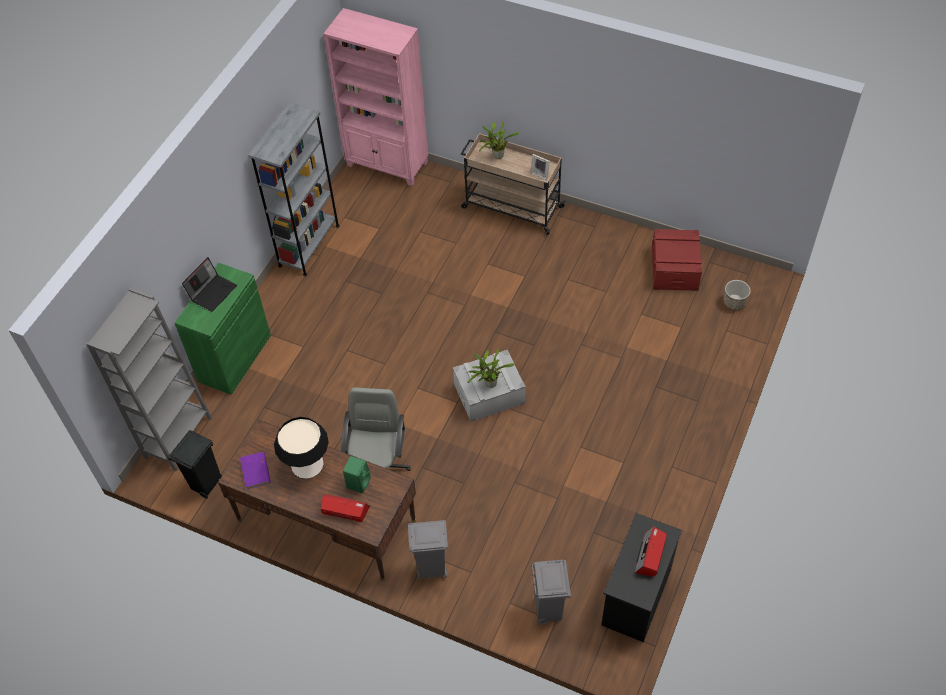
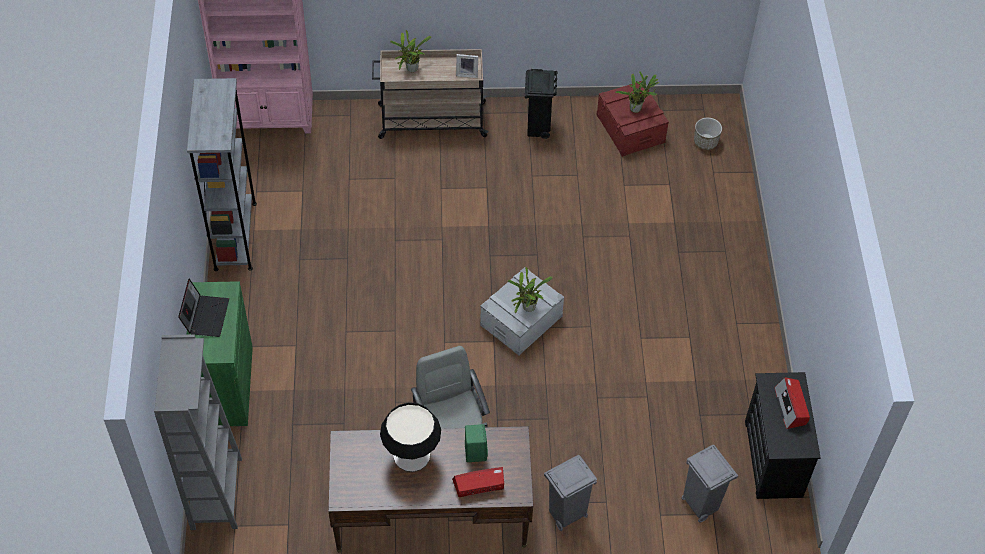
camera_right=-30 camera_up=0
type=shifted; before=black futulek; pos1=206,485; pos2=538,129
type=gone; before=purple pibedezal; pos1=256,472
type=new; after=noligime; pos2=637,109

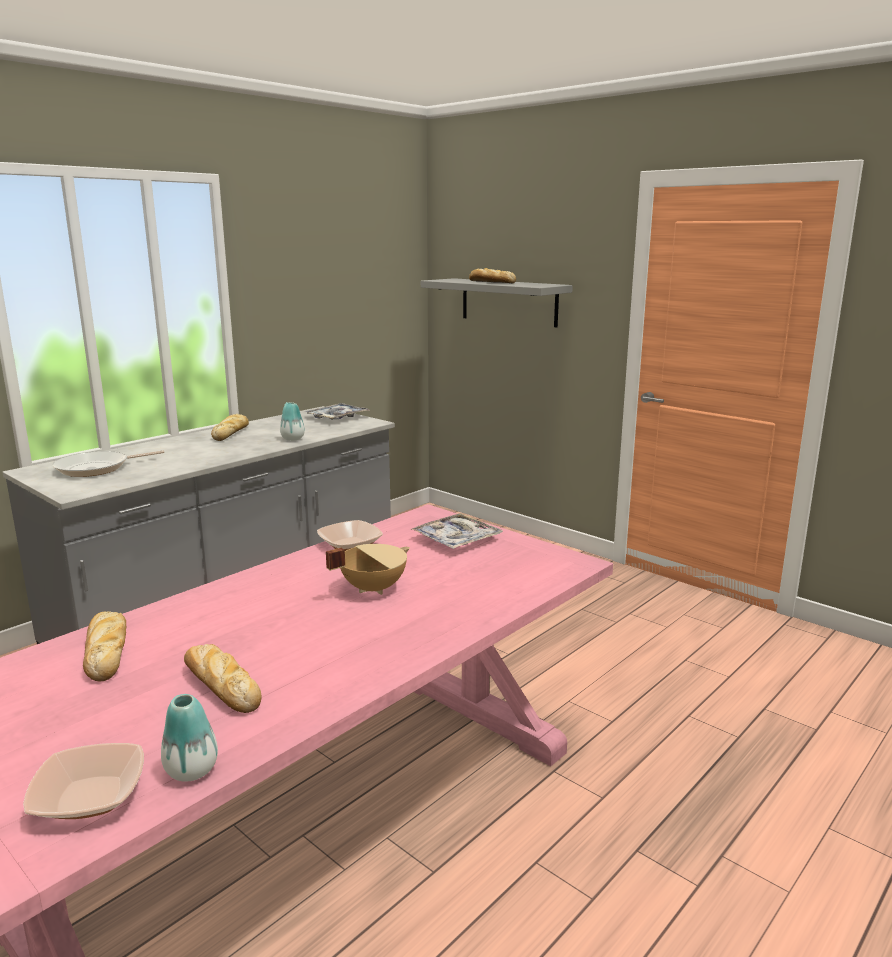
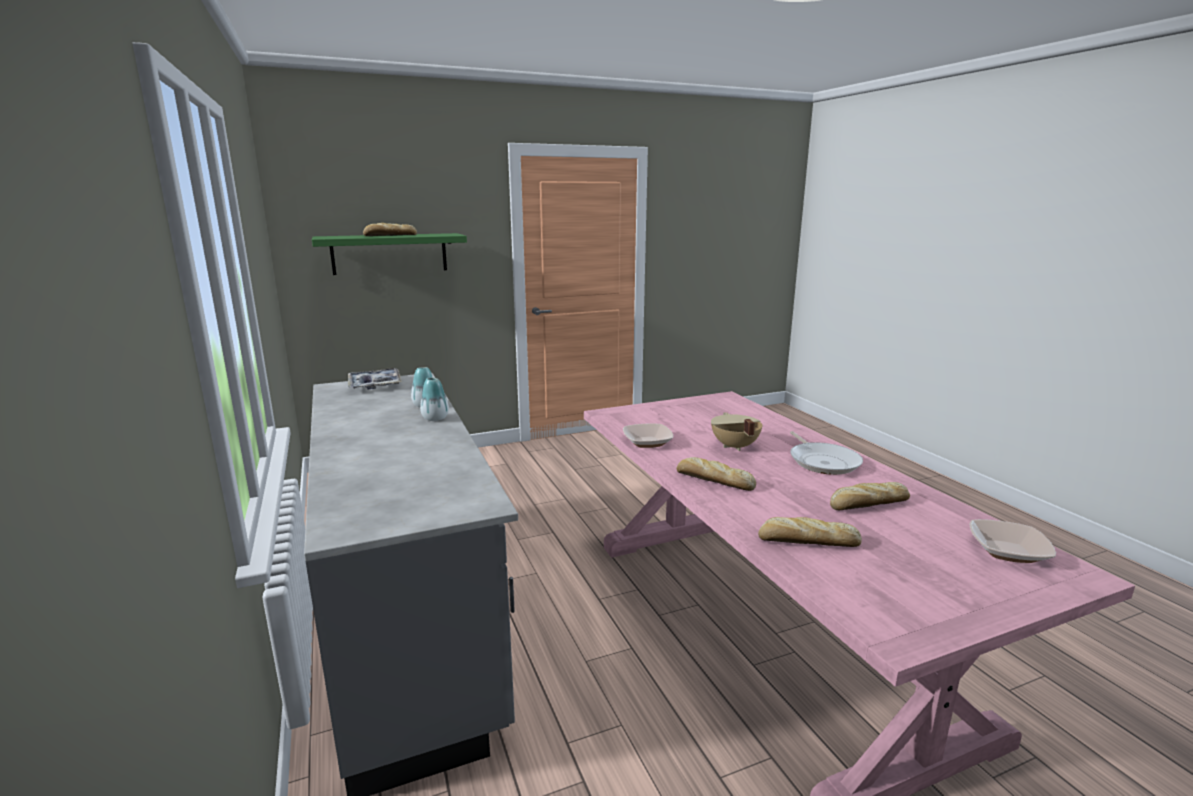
camera_right=-65 camera_up=0
type=repainted; before=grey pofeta; after=green pofeta; pos1=508,302; pos2=389,253
type=shifted; before=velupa; pos1=231,433; pos2=713,480
type=shifted; before=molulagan; pos1=97,468; pos2=822,461
type=gone; before=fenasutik; pos1=456,539
type=shifted; before=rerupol; pos1=191,770; pos2=435,418

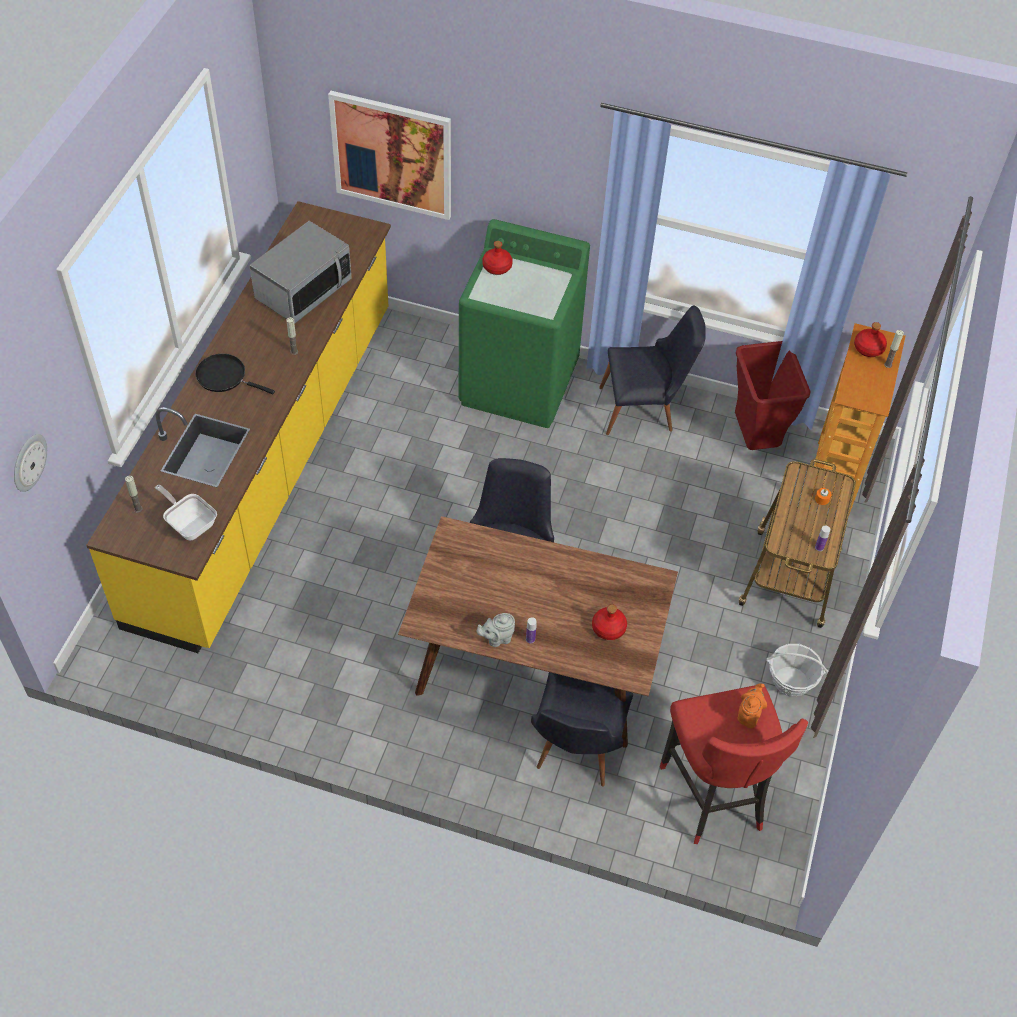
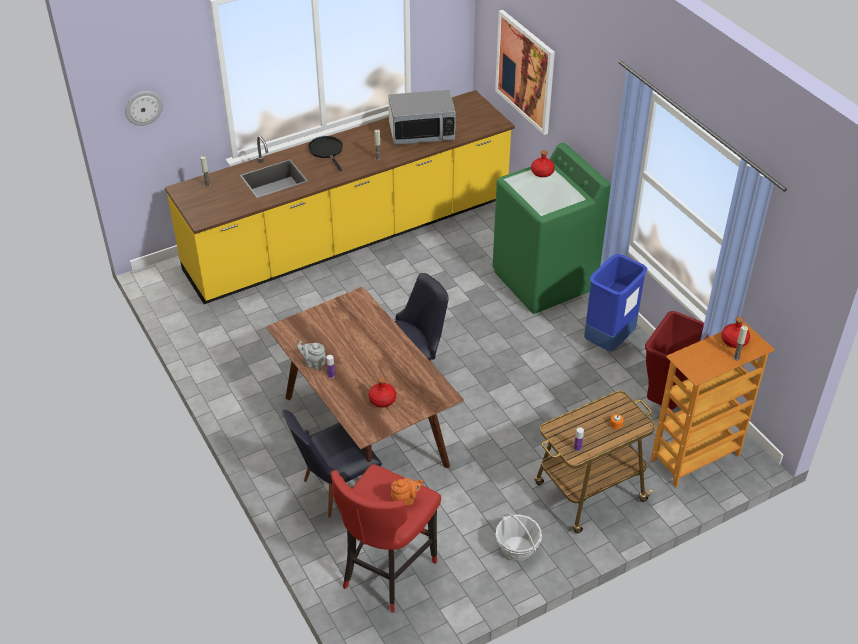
camera_right=45 camera_up=-10
type=swapped; before=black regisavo; after=blue futulek; pos1=644,410; pos2=609,340
type=gone; before=molulagan; pos1=190,524

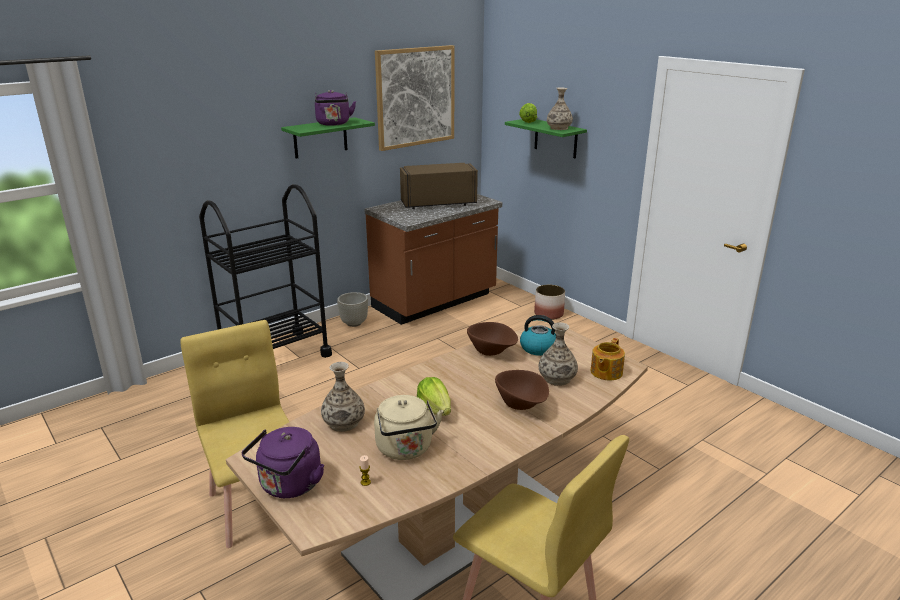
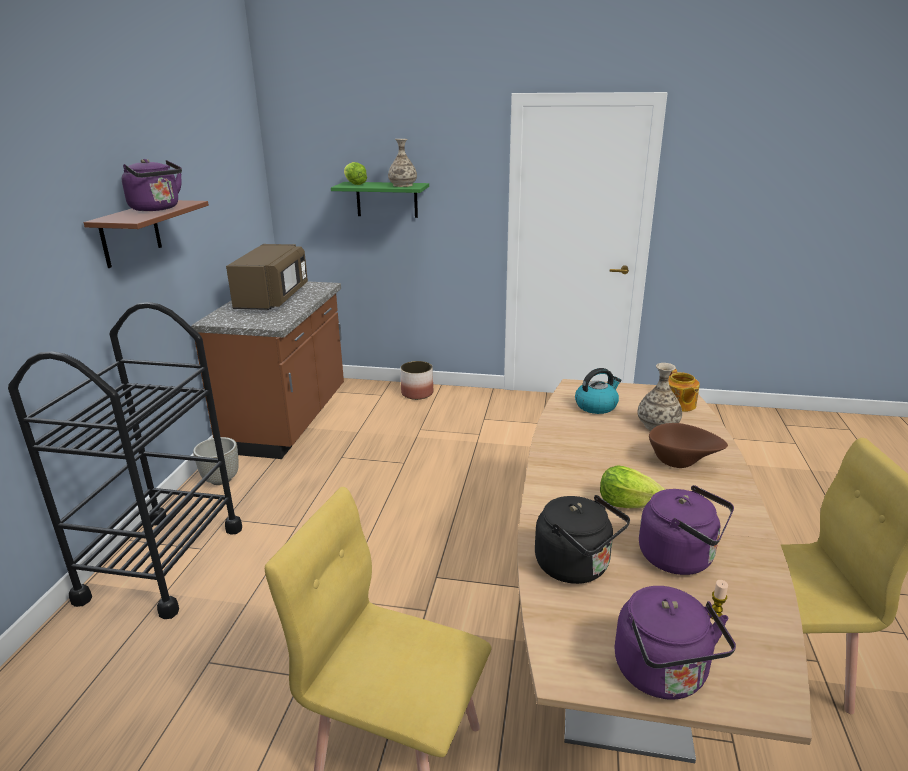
camera_right=-40 camera_up=0
type=gone; before=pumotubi; pos1=415,97
type=repainted; before=green pofeta; after=brown pofeta; pos1=320,138; pos2=130,233
type=rotated; before=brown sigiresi; pos1=438,203; pos2=273,299; turn=150
type=gone; before=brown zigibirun; pos1=492,352
type=swapped; before=rerupol; after=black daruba; pos1=343,423; pos2=576,567
type=repainted; before=beige daruba; after=purple daruba; pos1=406,449; pos2=680,558

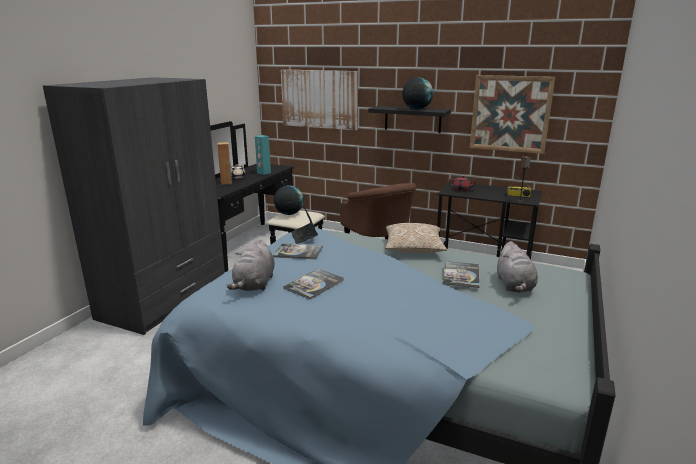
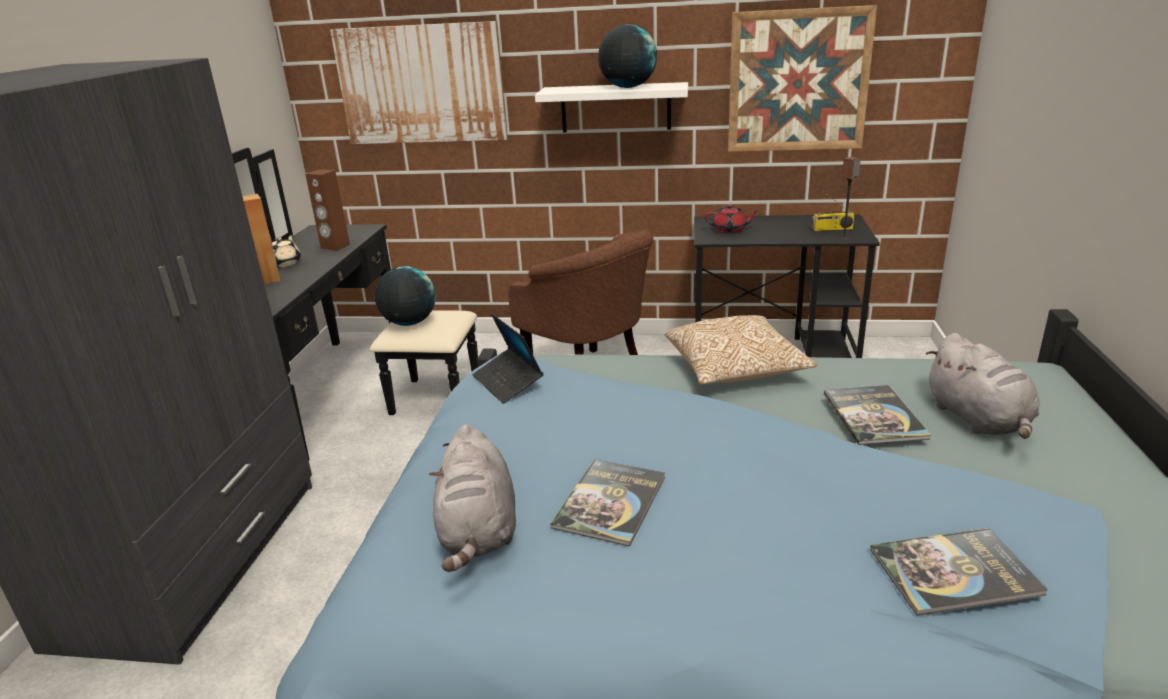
camera_right=-15 camera_up=5
type=repainted; before=black pofeta; after=white pofeta; pos1=412,119; pos2=615,107
type=repainted; before=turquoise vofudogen; after=brown vofudogen; pos1=263,173; pos2=335,246
type=shifted; before=pibedezal; pos1=298,252; pos2=954,572

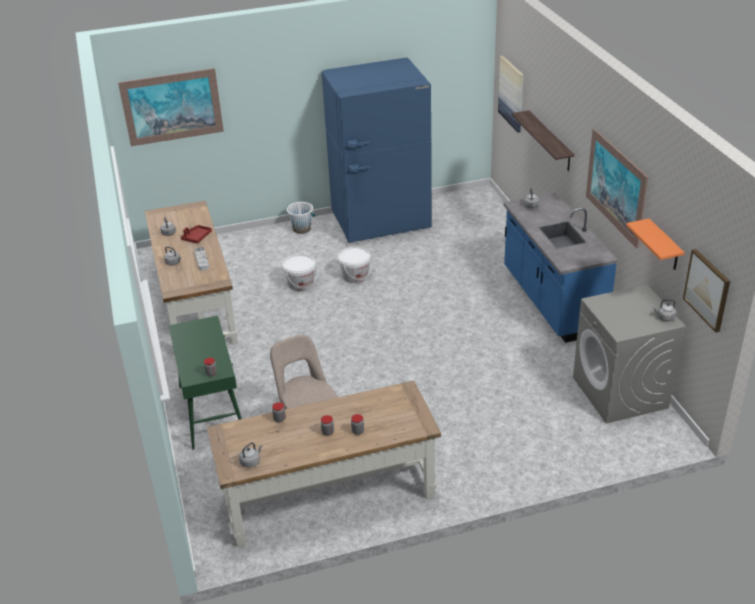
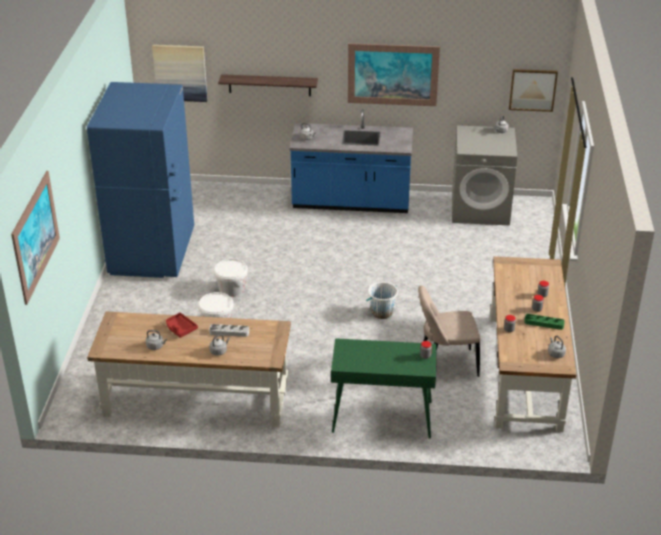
camera_right=-70 camera_up=0
type=shifted; before=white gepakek; pos1=302,229; pos2=382,312
type=gone; before=orange pofeta; pos1=664,246
type=new; after=green fenasutik; pos2=544,323

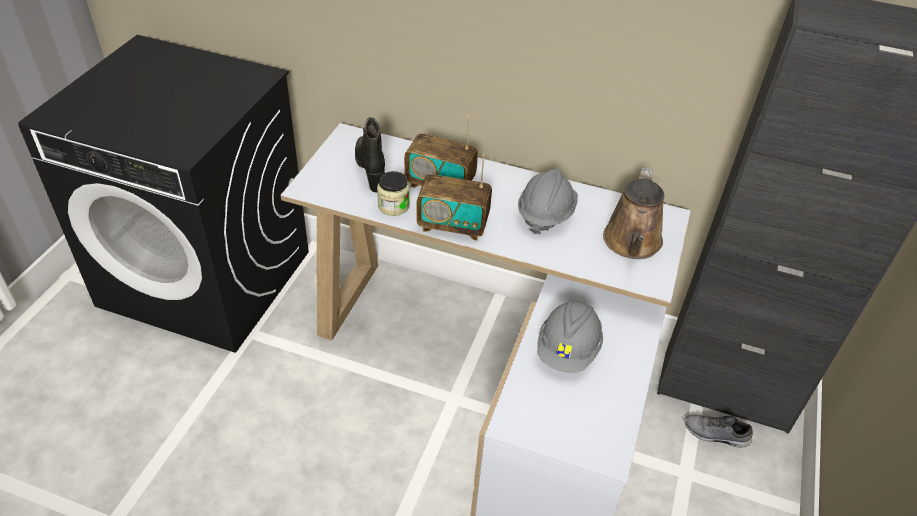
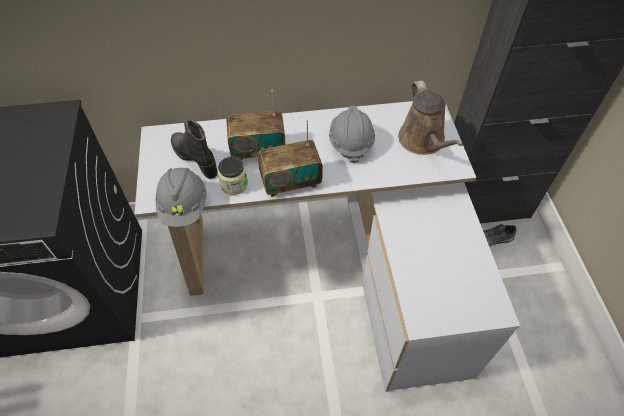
camera_right=-25 camera_up=10
type=shifted; before=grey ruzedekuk; pos1=568,350; pos2=184,206

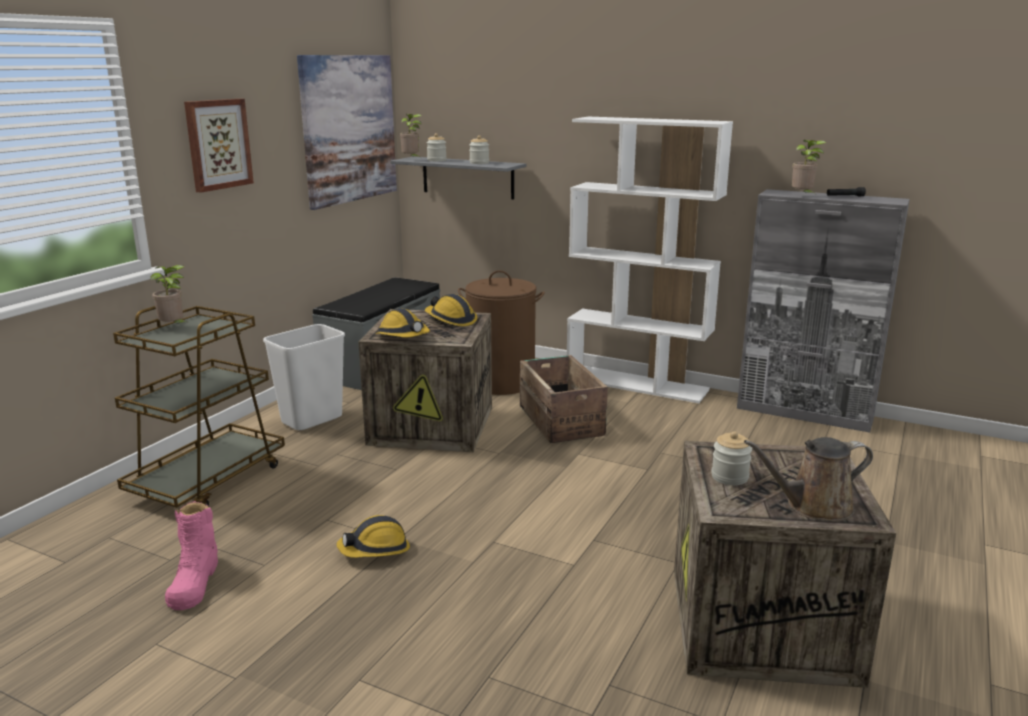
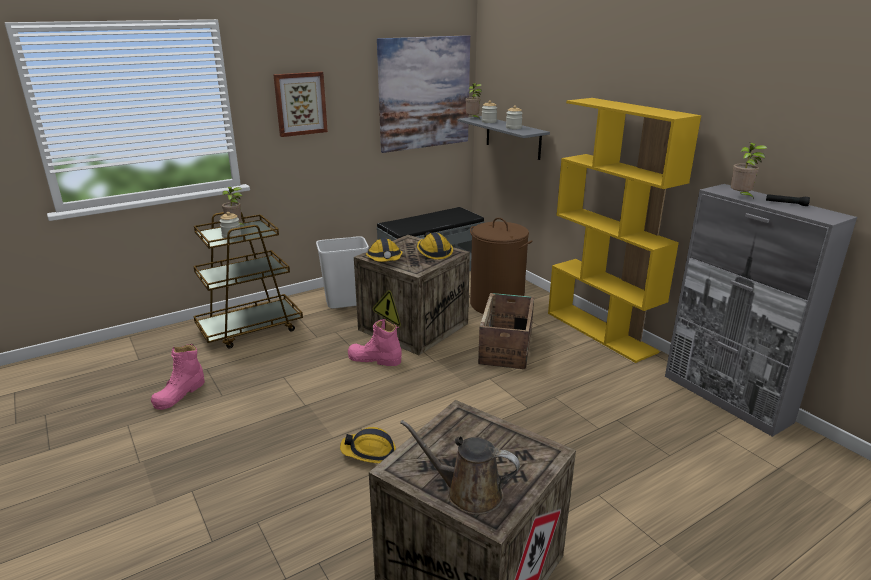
camera_right=30 camera_up=5
type=repainted; before=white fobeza; after=yellow fobeza; pos1=637,384; pos2=601,332
type=shifted; before=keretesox; pos1=729,477; pos2=231,236
type=shifted; before=ruzedekuk; pos1=375,550; pos2=369,452
type=new; after=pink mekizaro; pos2=374,359

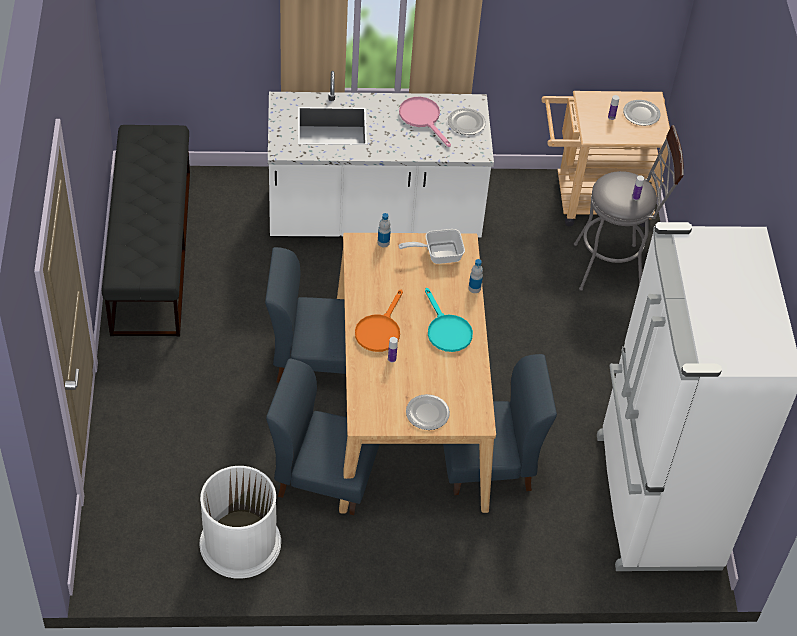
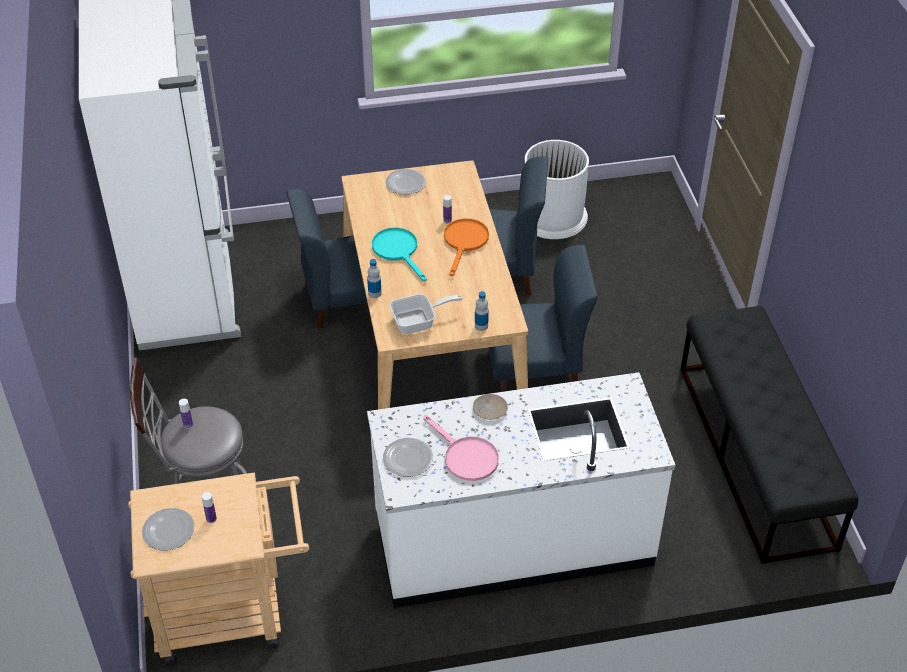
camera_right=175 camera_up=-5
type=new; after=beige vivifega; pos2=489,410

